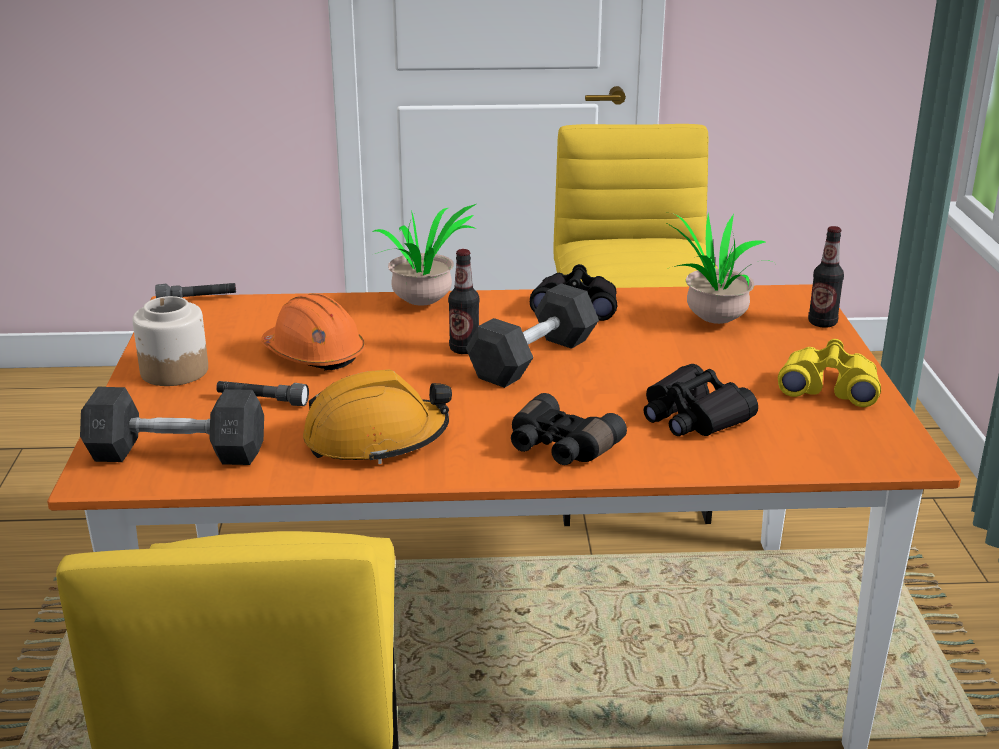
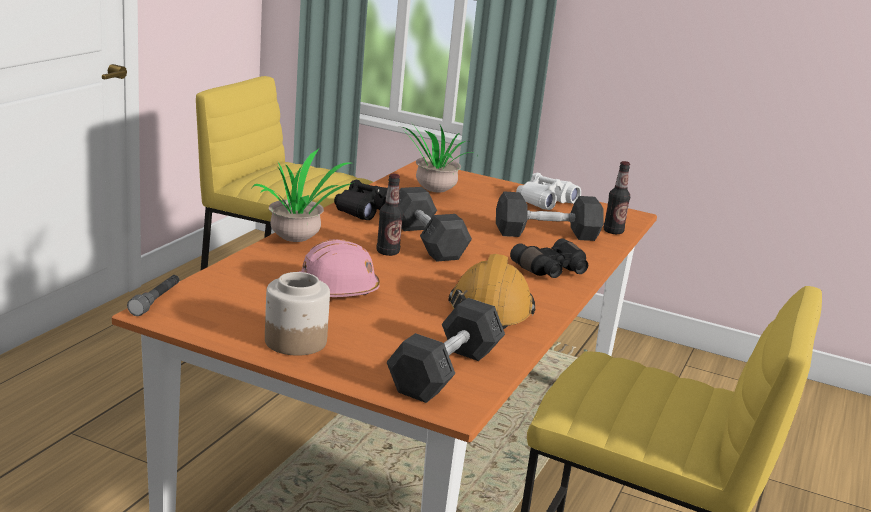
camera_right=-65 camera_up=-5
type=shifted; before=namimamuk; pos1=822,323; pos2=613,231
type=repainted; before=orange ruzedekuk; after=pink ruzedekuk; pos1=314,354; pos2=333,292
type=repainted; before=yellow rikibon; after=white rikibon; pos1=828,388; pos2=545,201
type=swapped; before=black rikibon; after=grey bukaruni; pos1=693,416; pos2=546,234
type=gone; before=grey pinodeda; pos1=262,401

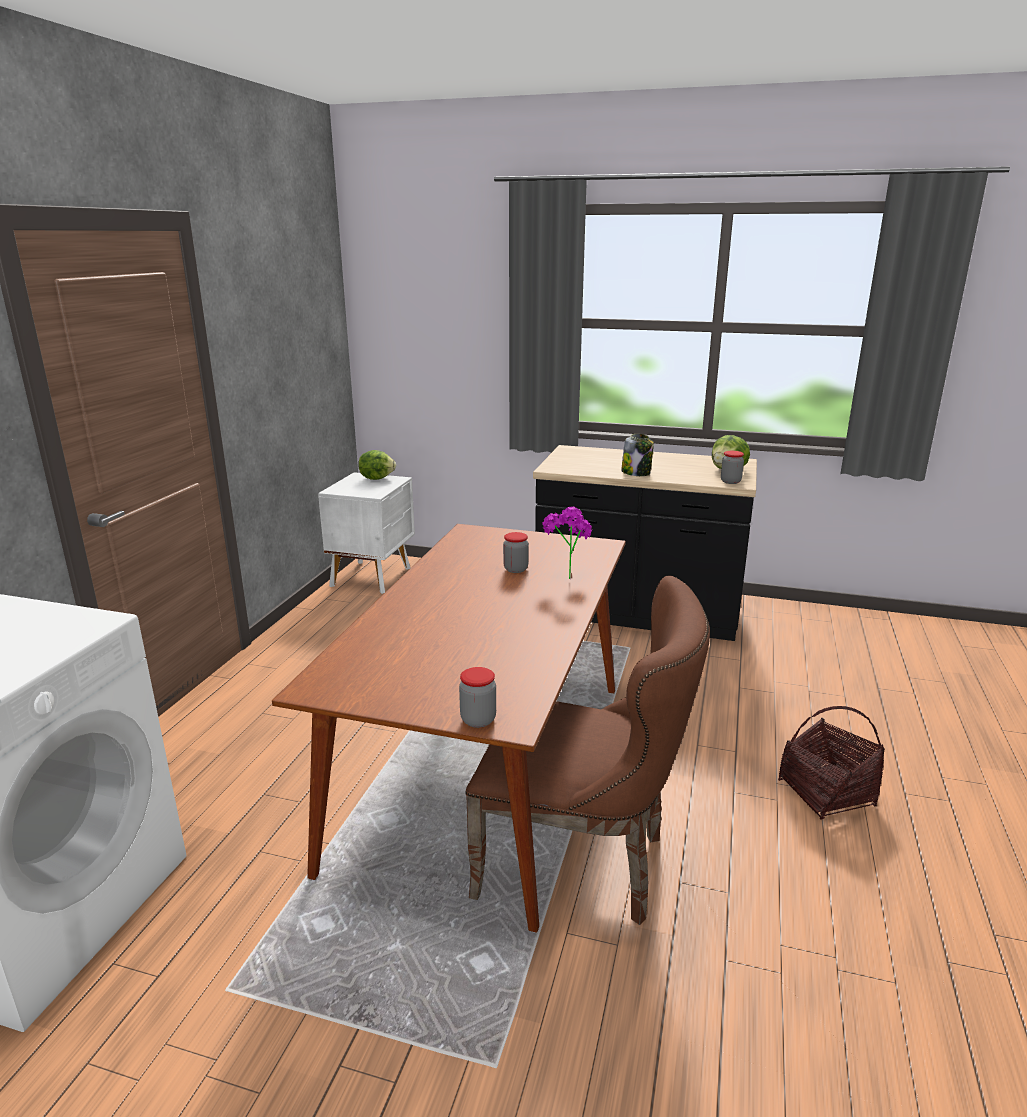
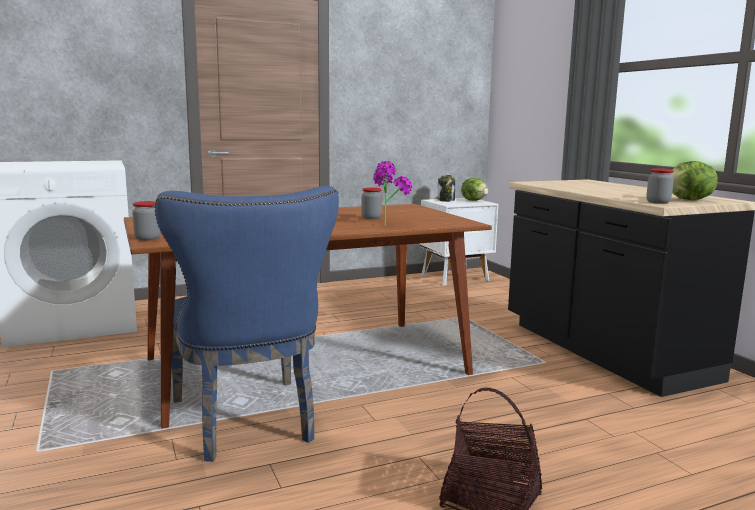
camera_right=50 camera_up=-10
type=shifted; before=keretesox; pos1=636,473; pos2=446,200
type=repainted; before=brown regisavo; after=blue regisavo; pos1=584,862; pos2=249,423

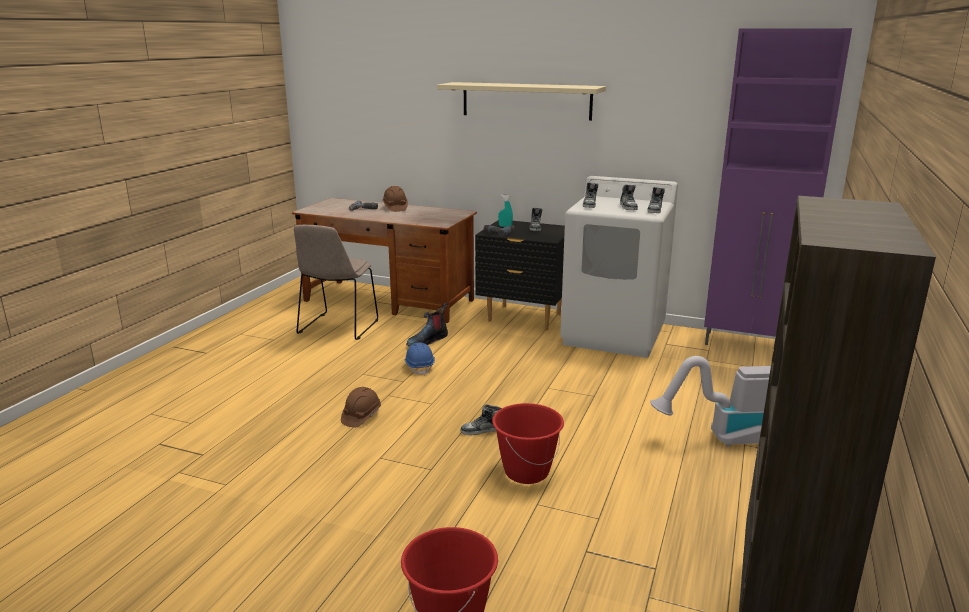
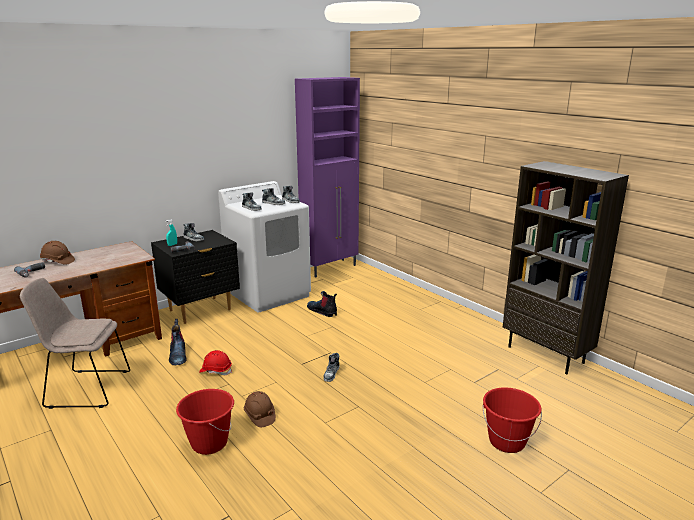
camera_right=-60 camera_up=0
type=gone; before=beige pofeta; pos1=526,101
type=rotated; before=beige regisavo; pos1=337,328; pos2=85,389; turn=135
type=repainted; before=blue ruzedekuk; after=red ruzedekuk; pos1=419,367; pos2=216,371
type=gone; before=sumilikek; pos1=720,438
type=shifted; before=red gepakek; pos1=526,471; pos2=209,443
type=new; after=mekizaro; pos2=322,311

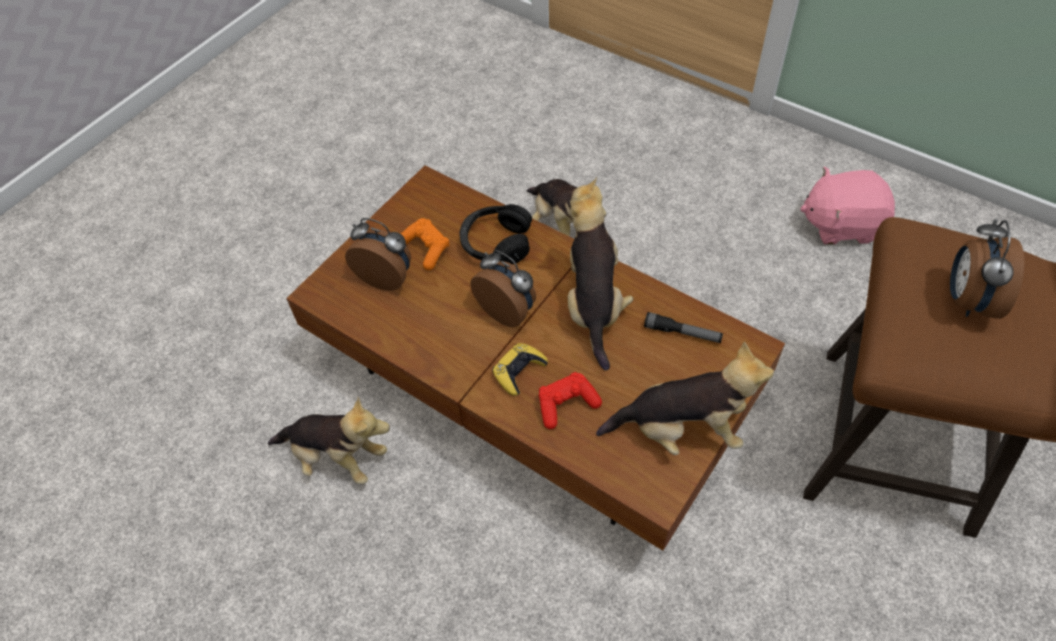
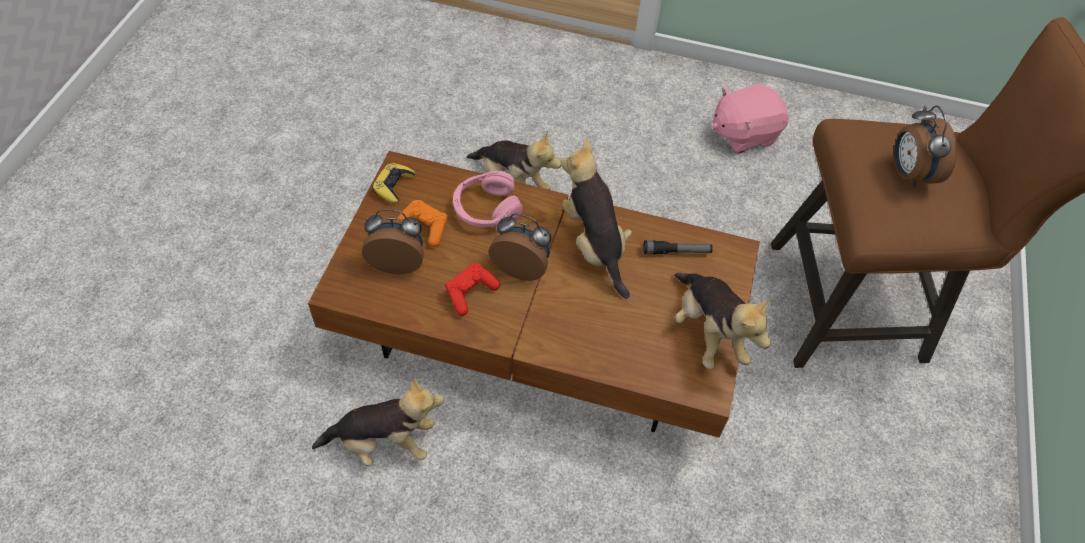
camera_right=-25 camera_up=0
type=repainted; before=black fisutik; after=pink fisutik; pos1=496,243; pos2=486,209
type=rotated; before=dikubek; pos1=682,430; pos2=708,332; turn=90
type=shifted; before=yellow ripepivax; pos1=519,371; pos2=393,186
type=shifted; before=red ripepivax; pos1=566,404; pos2=470,293

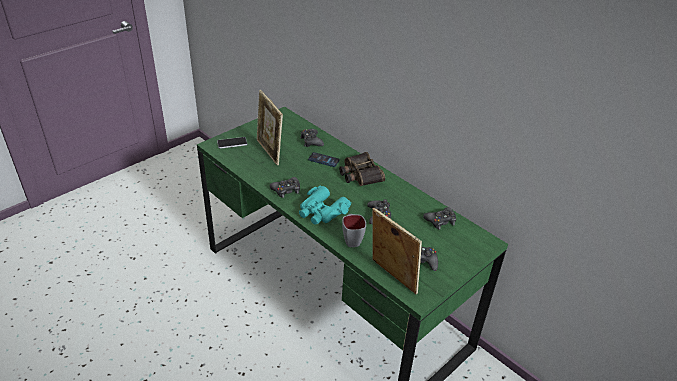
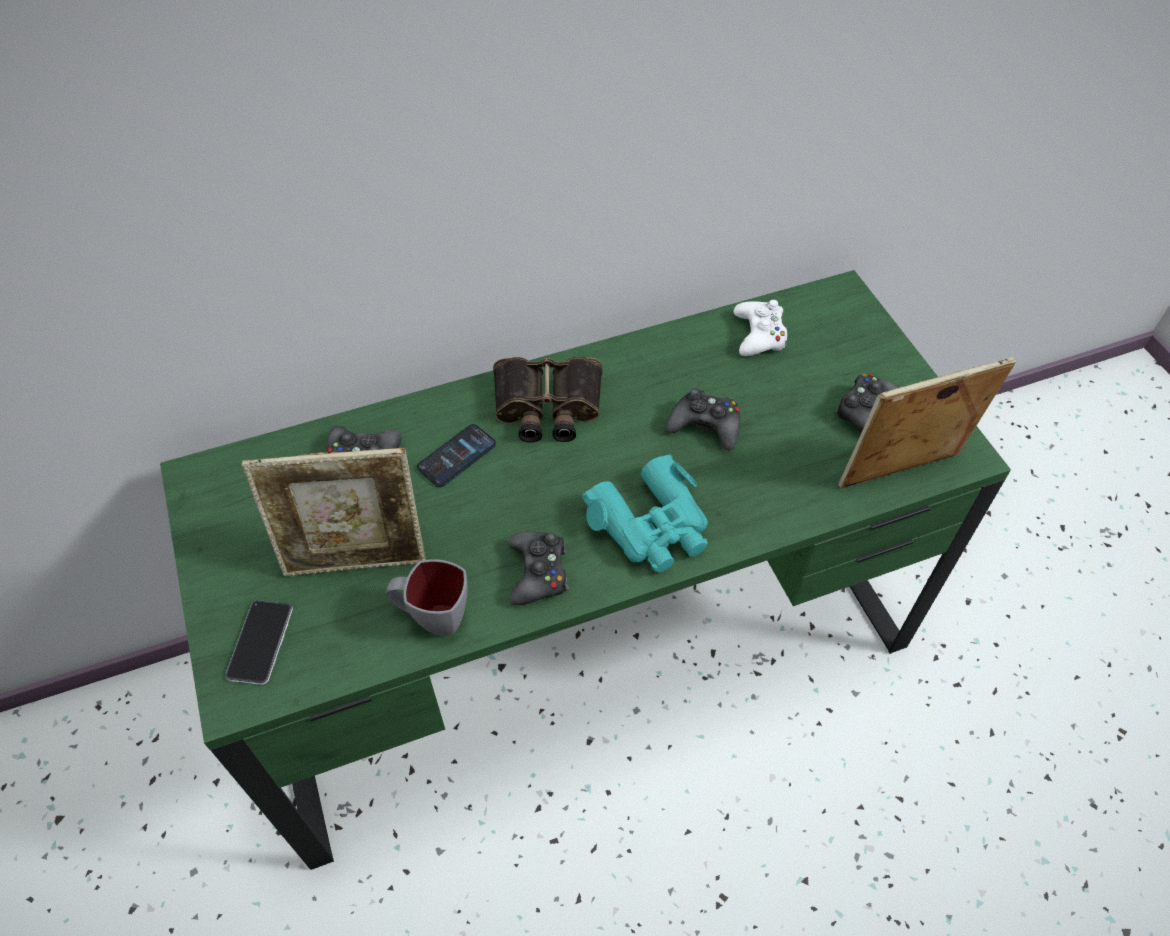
camera_right=-65 camera_up=15
type=repainted; before=black ripepivax; after=white ripepivax; pos1=440,221; pos2=759,335
type=shifted; before=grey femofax; pos1=351,239; pos2=432,618

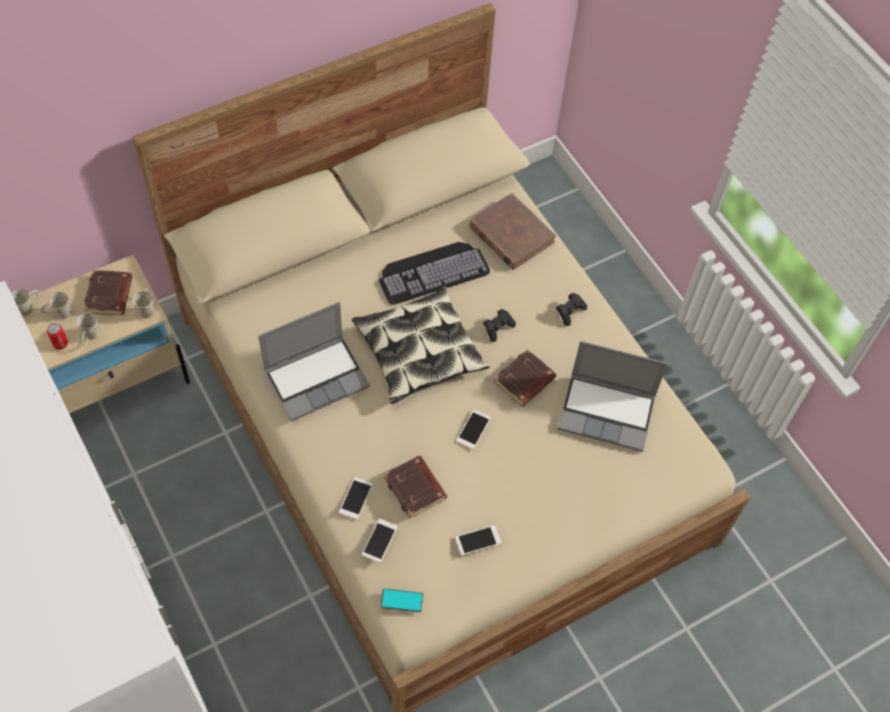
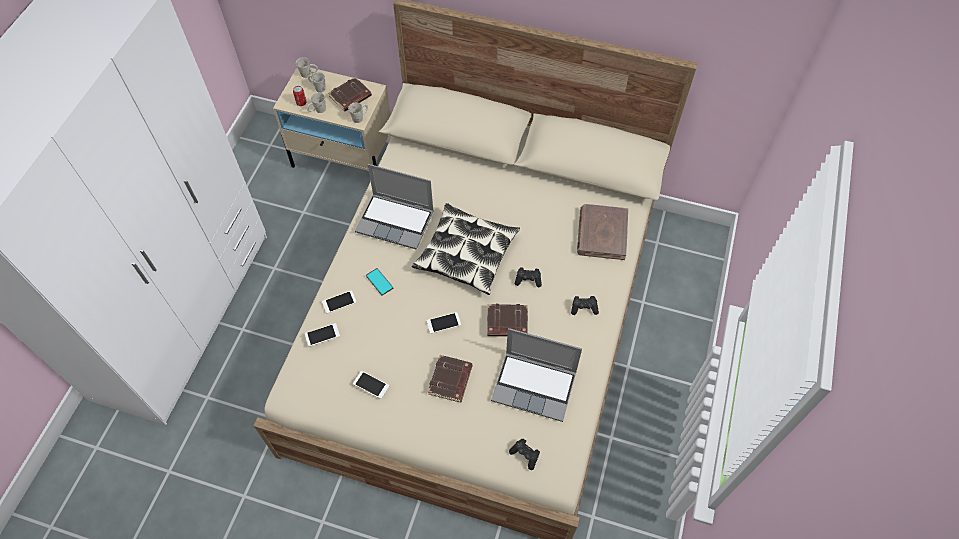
camera_right=50 camera_up=0
type=gone; before=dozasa; pos1=433,270
type=rotated; before=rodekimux; pos1=608,412; pos2=535,386; turn=-45
type=shifted; before=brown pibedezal; pos1=416,489; pos2=451,381
type=shifted; before=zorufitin; pos1=401,600; pos2=379,282
type=new; after=black ripepivax; pos2=525,455

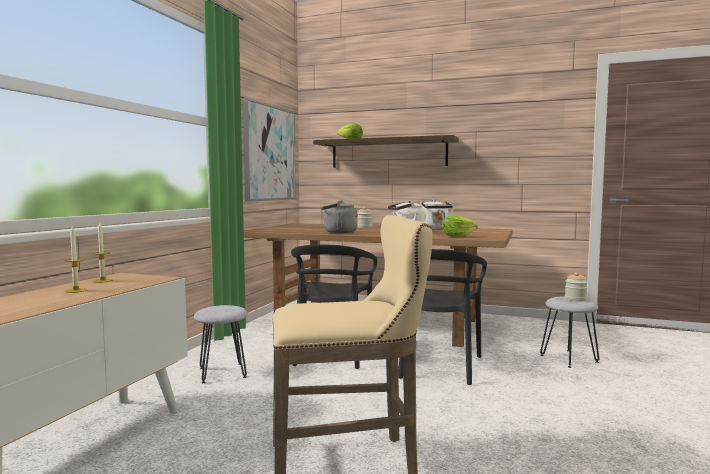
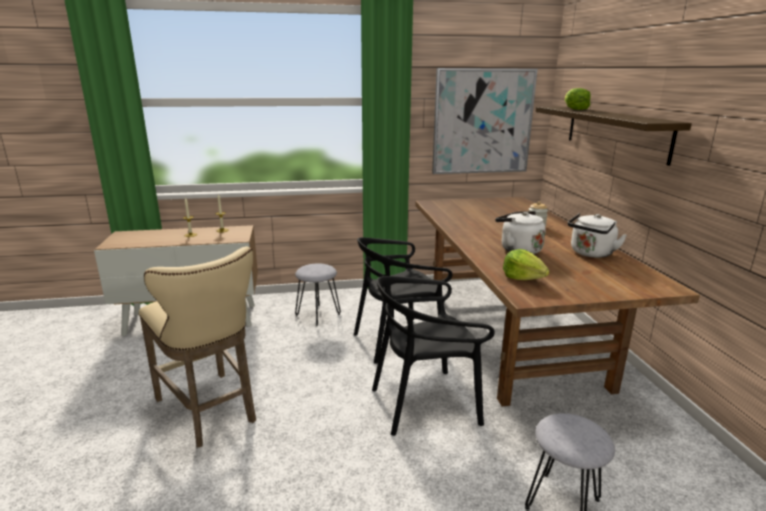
camera_right=60 camera_up=15
type=gone; before=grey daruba; pos1=338,232
type=gone; before=keretesox; pos1=575,299

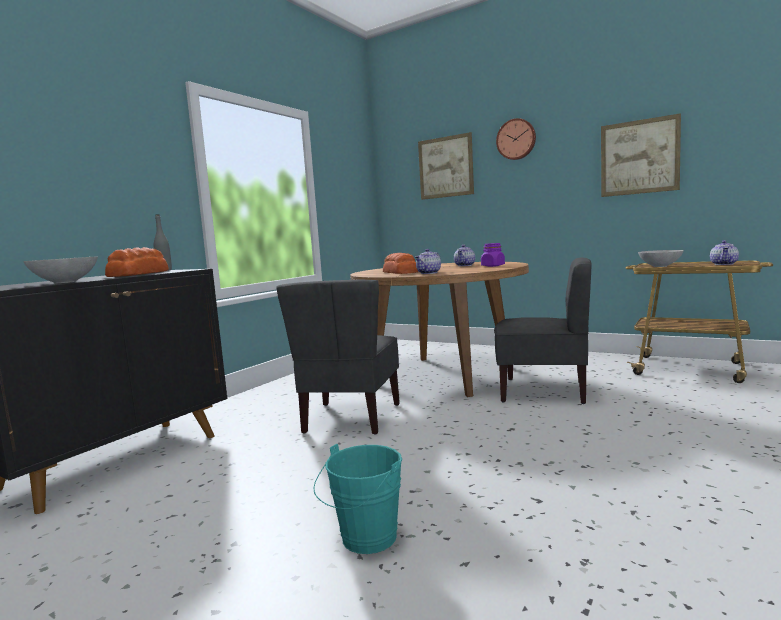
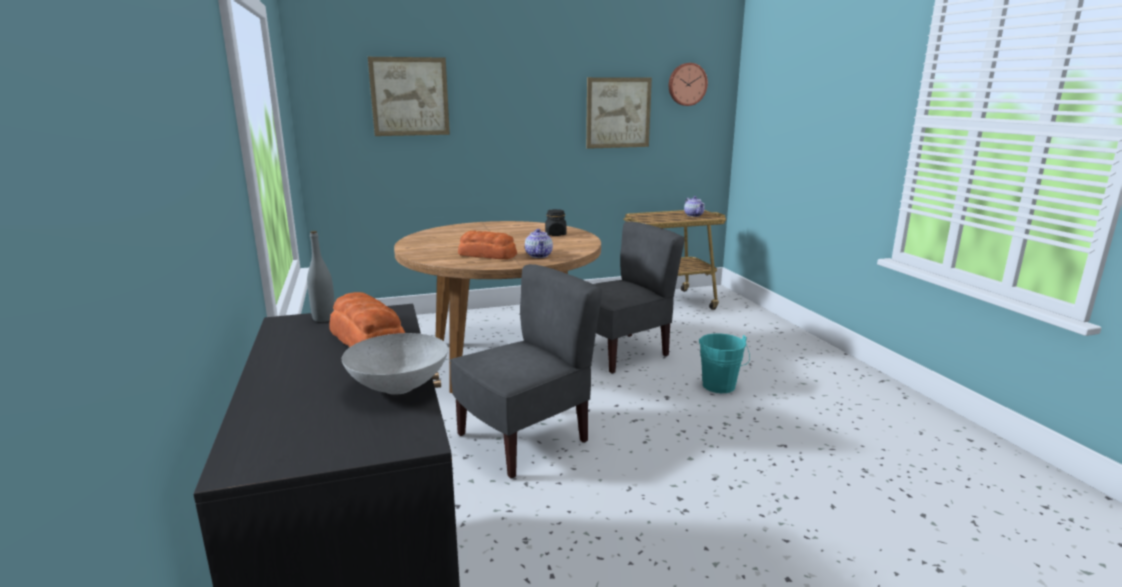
camera_right=-50 camera_up=10
type=shifted; before=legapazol; pos1=516,139; pos2=686,84
type=repainted; before=purple keretesox; after=black keretesox; pos1=492,266; pos2=555,234
type=gone; before=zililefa; pos1=465,265
type=gone; before=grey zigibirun; pos1=659,266
type=rotated; before=grey regisavo; pos1=350,418; pos2=524,439; turn=-90
type=shifted; before=turquoise gepakek; pos1=365,540; pos2=720,387

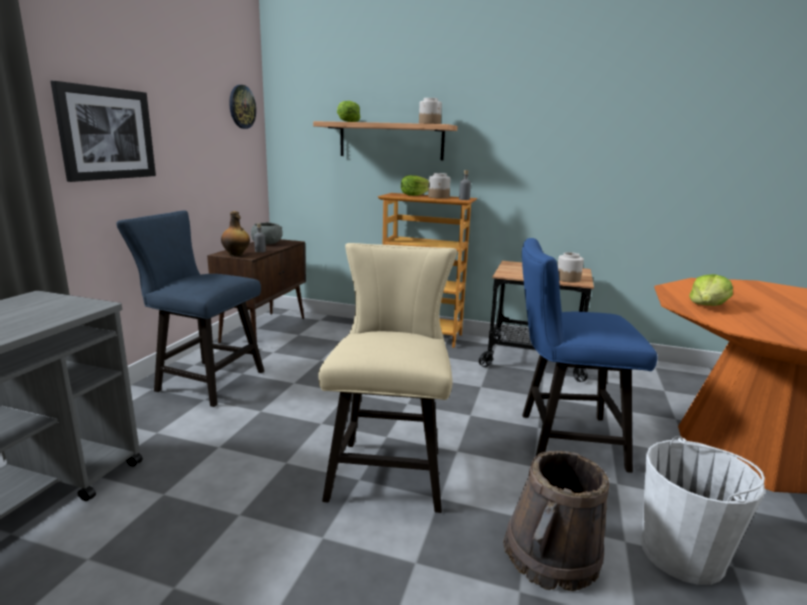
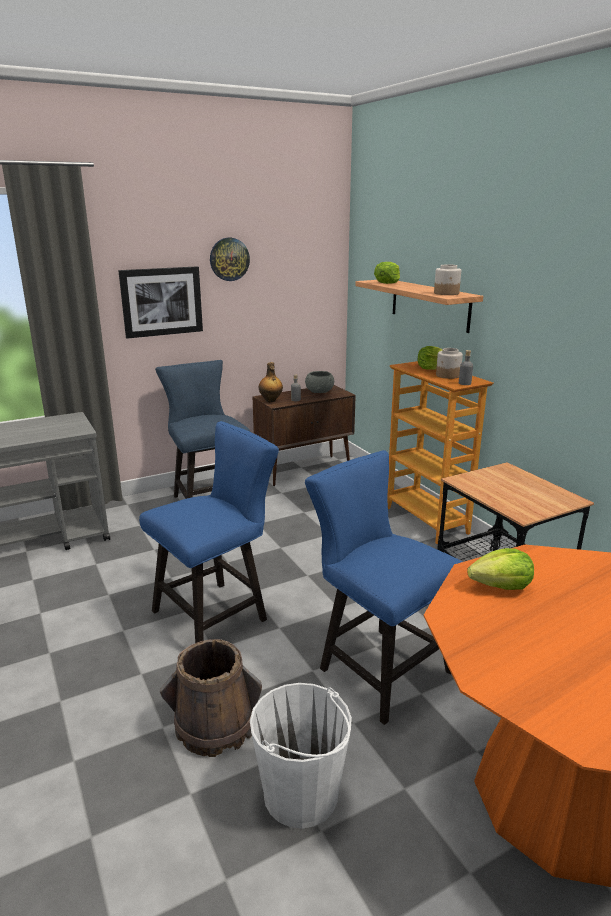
camera_right=45 camera_up=5
type=shifted; before=legapazol; pos1=241,107; pos2=229,259
type=repainted; before=beige regisavo; after=blue regisavo; pos1=389,468; pos2=217,613
type=gone; before=keretesox; pos1=568,279

